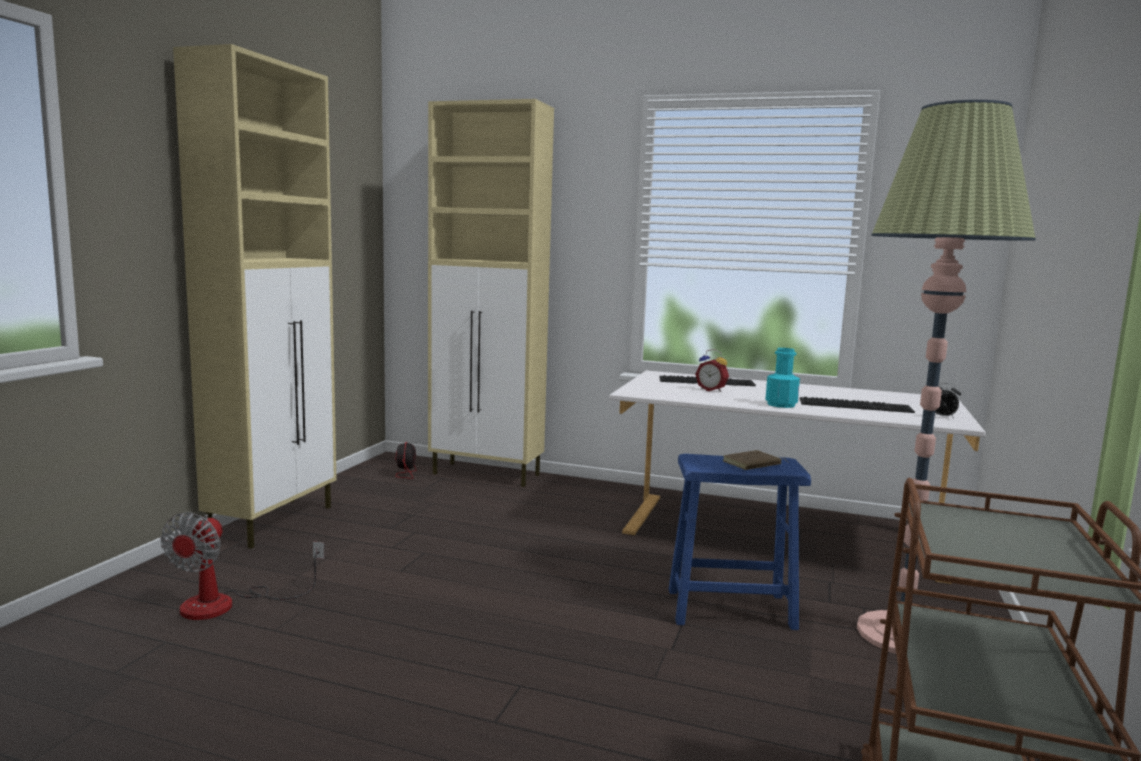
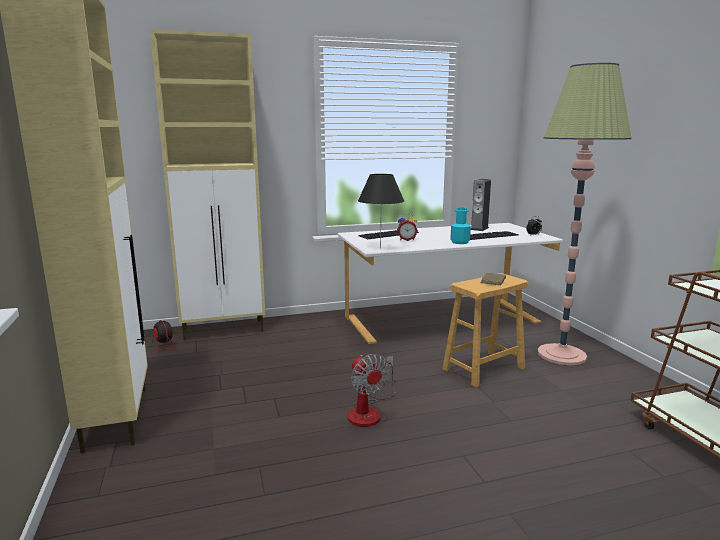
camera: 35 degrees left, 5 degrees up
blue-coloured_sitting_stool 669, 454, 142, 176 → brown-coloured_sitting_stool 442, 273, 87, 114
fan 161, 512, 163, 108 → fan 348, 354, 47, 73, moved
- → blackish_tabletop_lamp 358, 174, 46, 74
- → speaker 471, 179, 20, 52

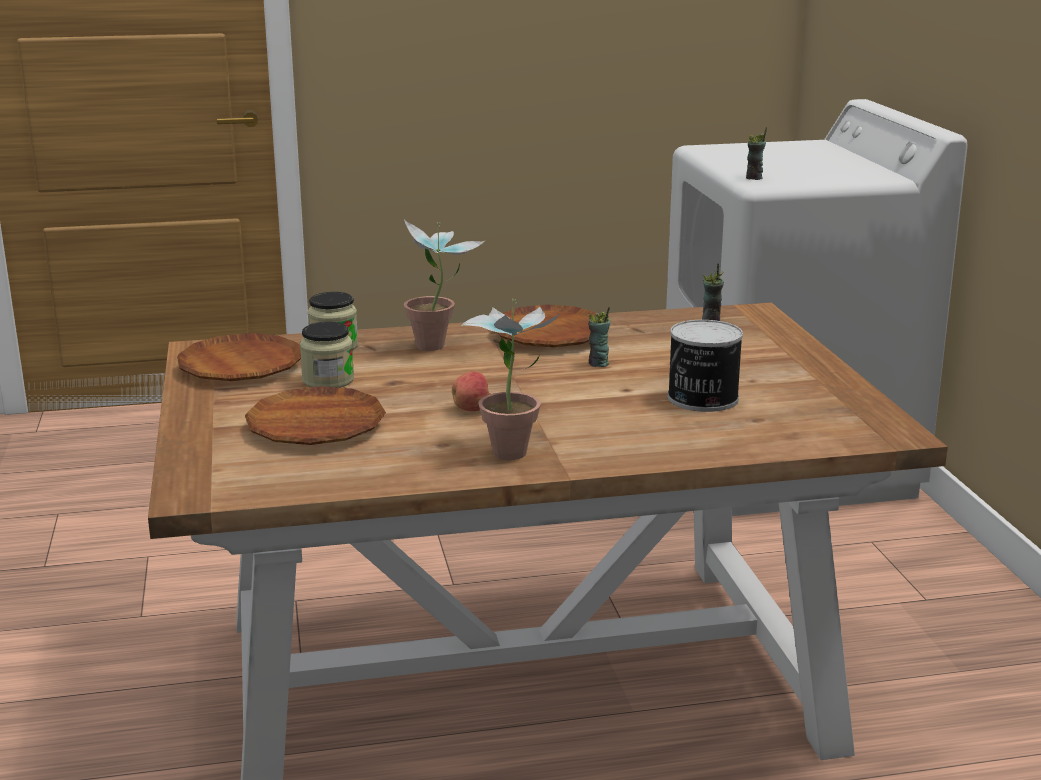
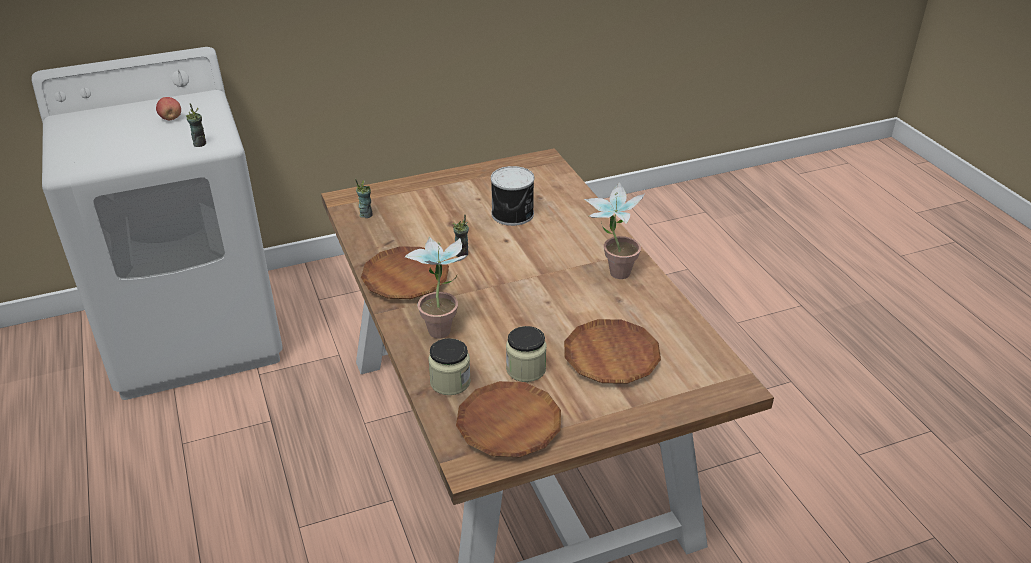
camera: 100 degrees left, 15 degrees up
apple 452, 372, 39, 39 → apple 156, 97, 25, 23, moved

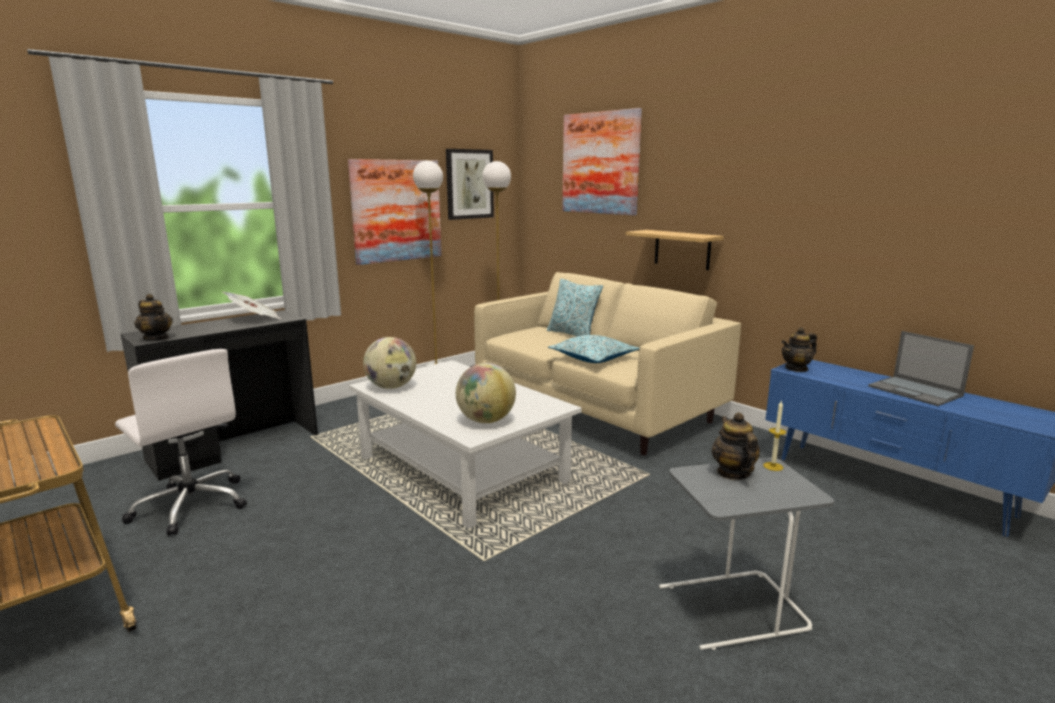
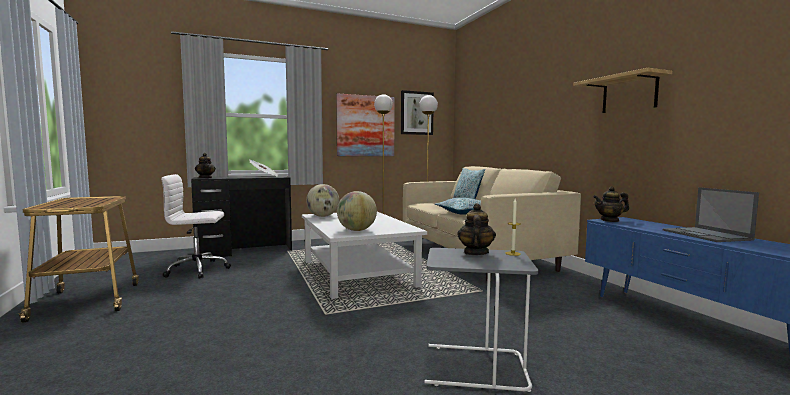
camera: 20 degrees right, 10 degrees down
wall_picture 562, 108, 80, 107 → -
shelf 626, 230, 98, 40 → shelf 573, 68, 99, 45, moved
whitish_desk_chair 115, 349, 132, 187 → whitish_desk_chair 161, 174, 70, 105, 105 degrees clockwise

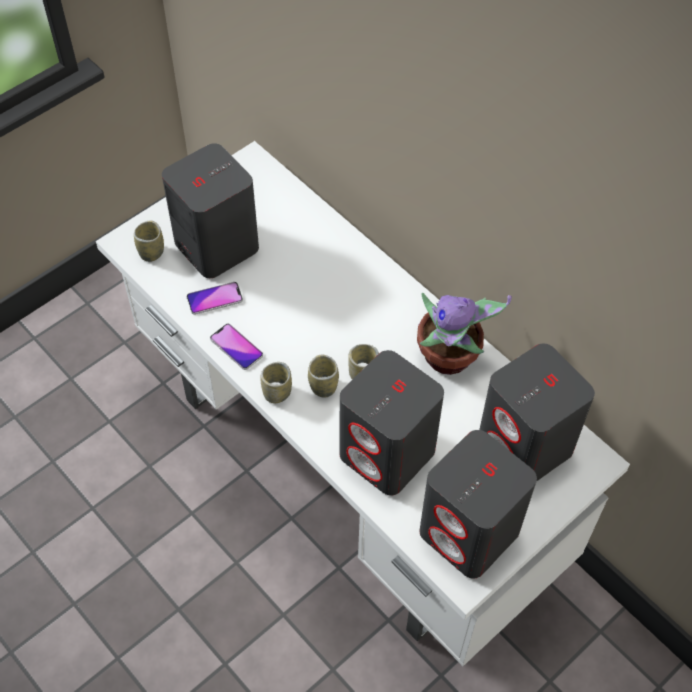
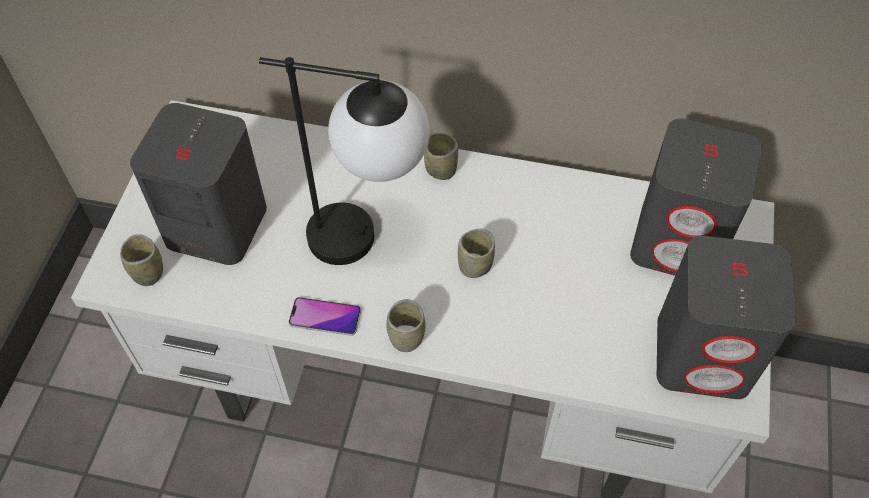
camera: 35 degrees left, 0 degrees up
handset 186, 282, 57, 33 → -
houseplant 417, 292, 94, 83 → -
grey_speaker 339, 350, 105, 146 → -
small_cup 308, 355, 31, 43 → small_cup 424, 132, 34, 48, moved
- → tabletop_lamp 259, 57, 171, 208

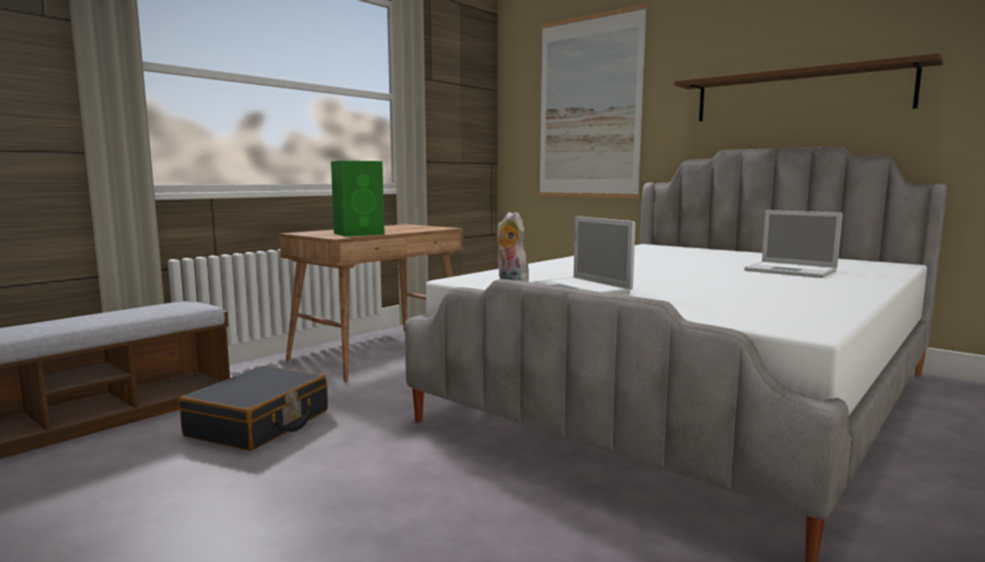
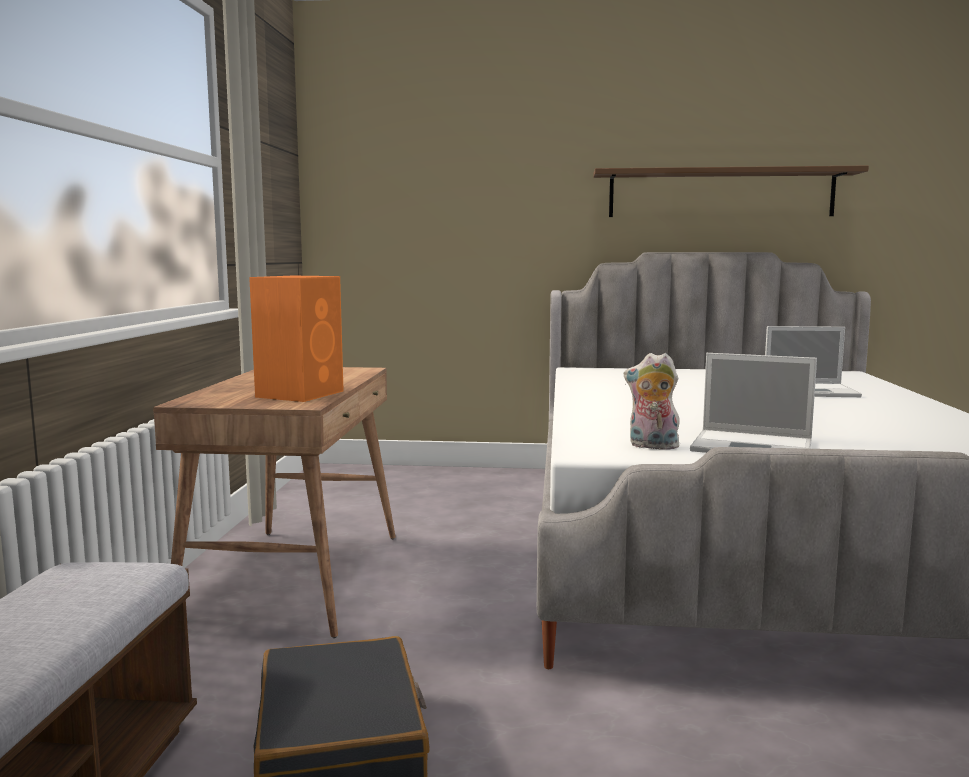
camera: 35 degrees left, 0 degrees up
wall_picture 539, 4, 108, 194 → -
green_speaker 331, 161, 54, 75 → orange-coloured_speaker 249, 276, 95, 126

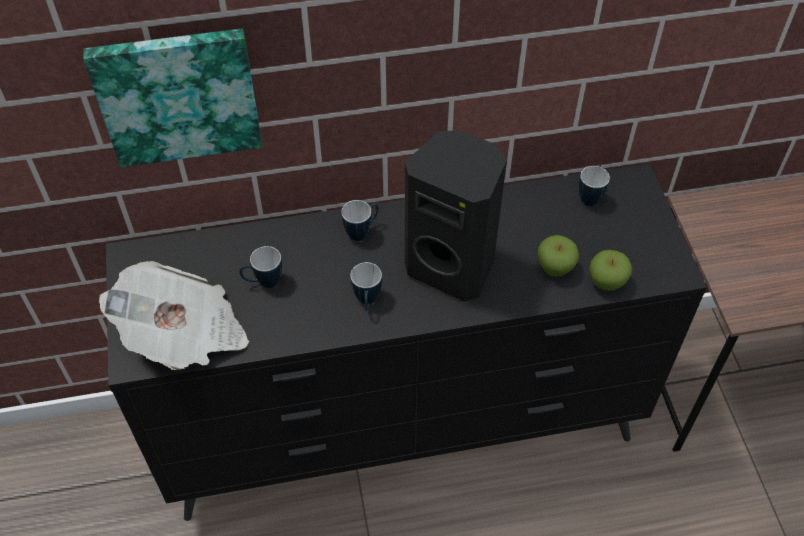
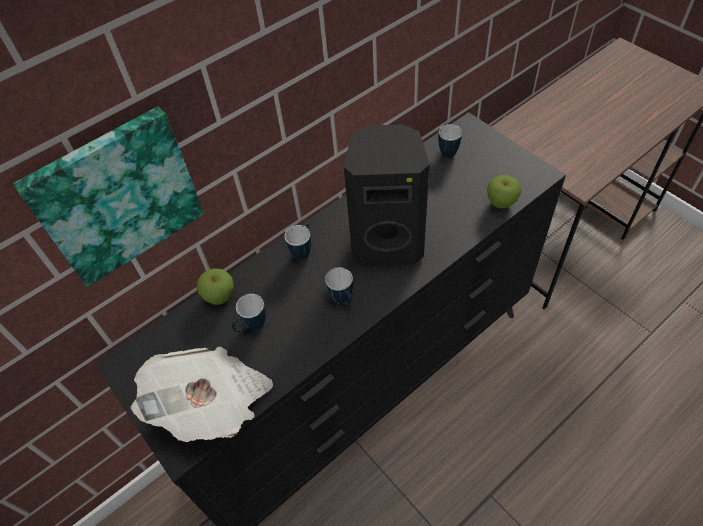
camera: 25 degrees left, 0 degrees up
apple 538, 235, 41, 42 → apple 197, 268, 36, 37, moved

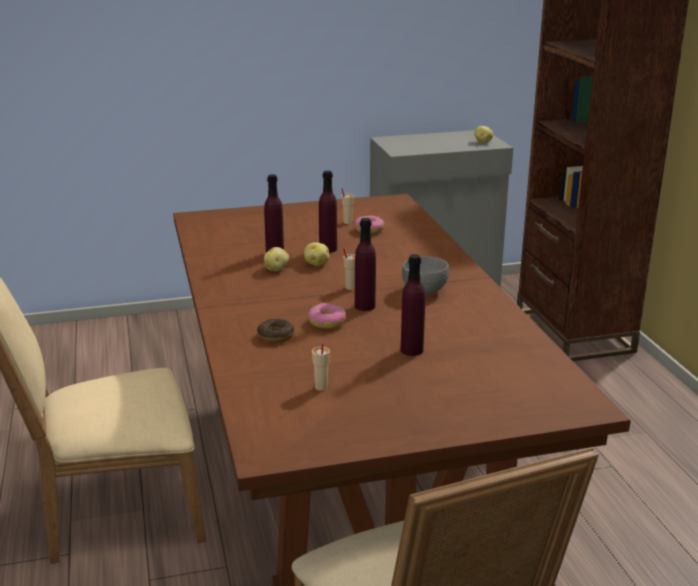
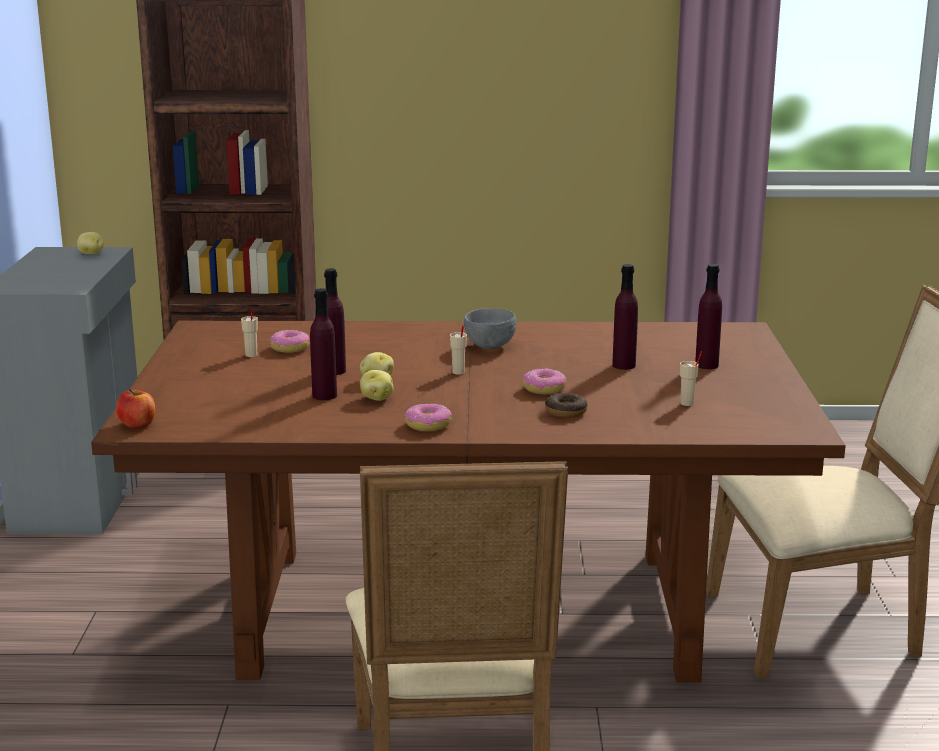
camera: 75 degrees left, 5 degrees down
purple-coloured_drink_bottle 355, 218, 21, 93 → purple-coloured_drink_bottle 695, 264, 27, 105, moved
- → apple 116, 389, 39, 39
- → doughnut 404, 404, 48, 27

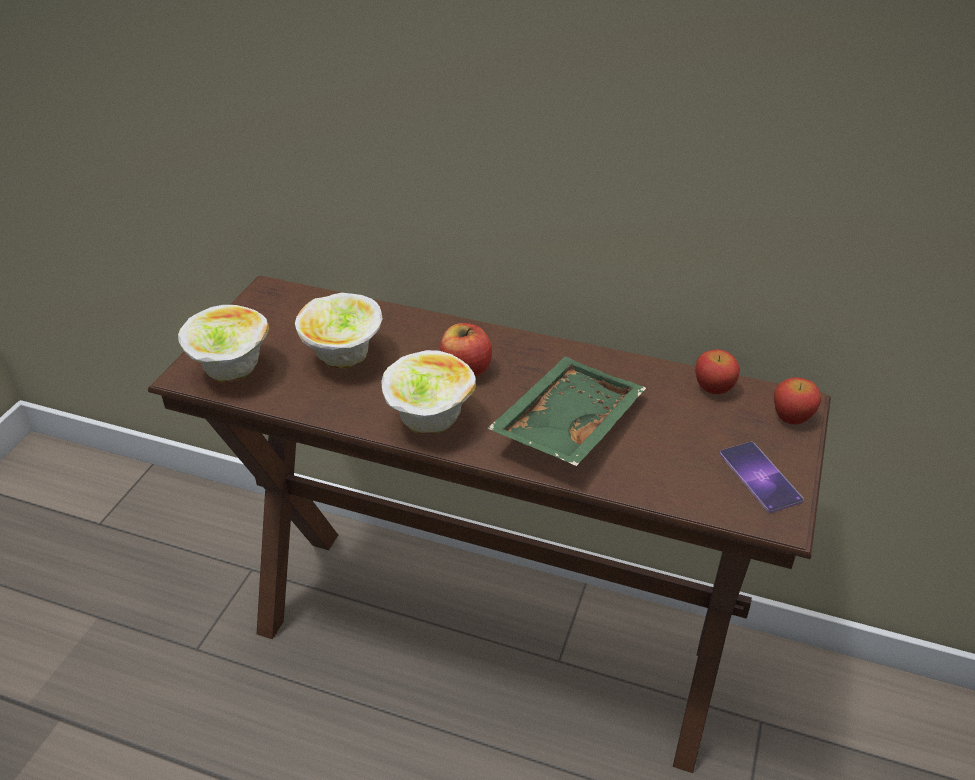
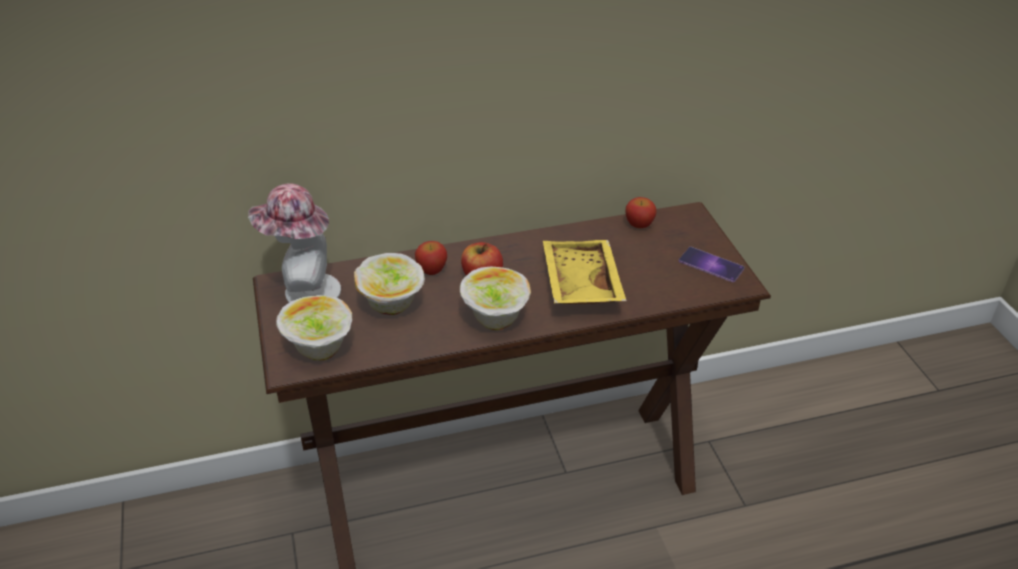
camera: 35 degrees left, 0 degrees up
green_tray 487, 356, 159, 110 → yellowish_tray 543, 240, 84, 64
apple 774, 377, 47, 47 → apple 415, 241, 32, 34, moved
- → hat 248, 184, 93, 118

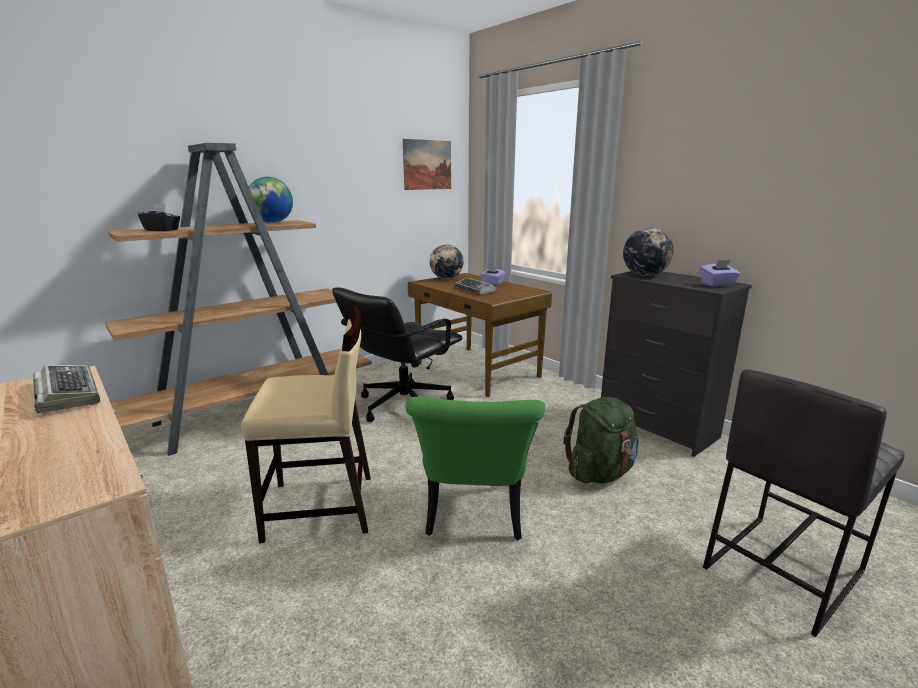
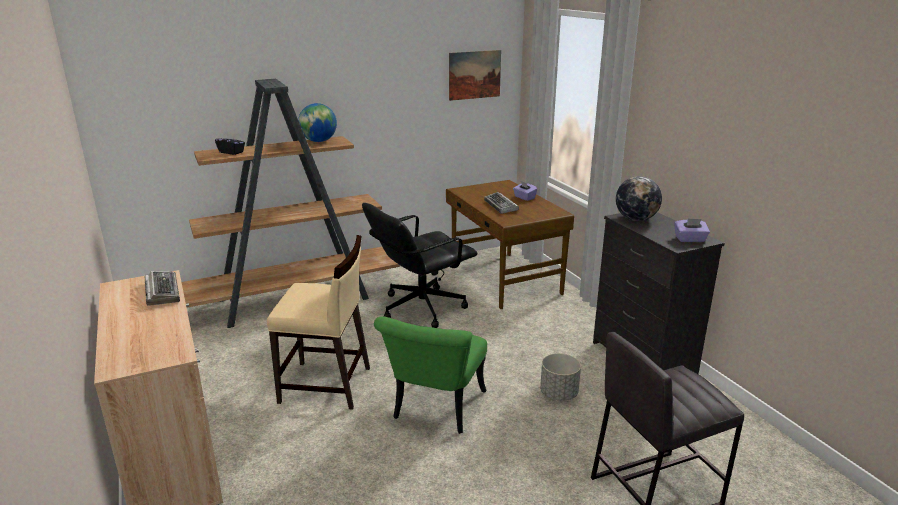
camera: 15 degrees right, 5 degrees up
desk_globe 430, 245, 33, 34 → -
green_backpack 563, 397, 76, 87 → grey_planter 540, 353, 41, 48

